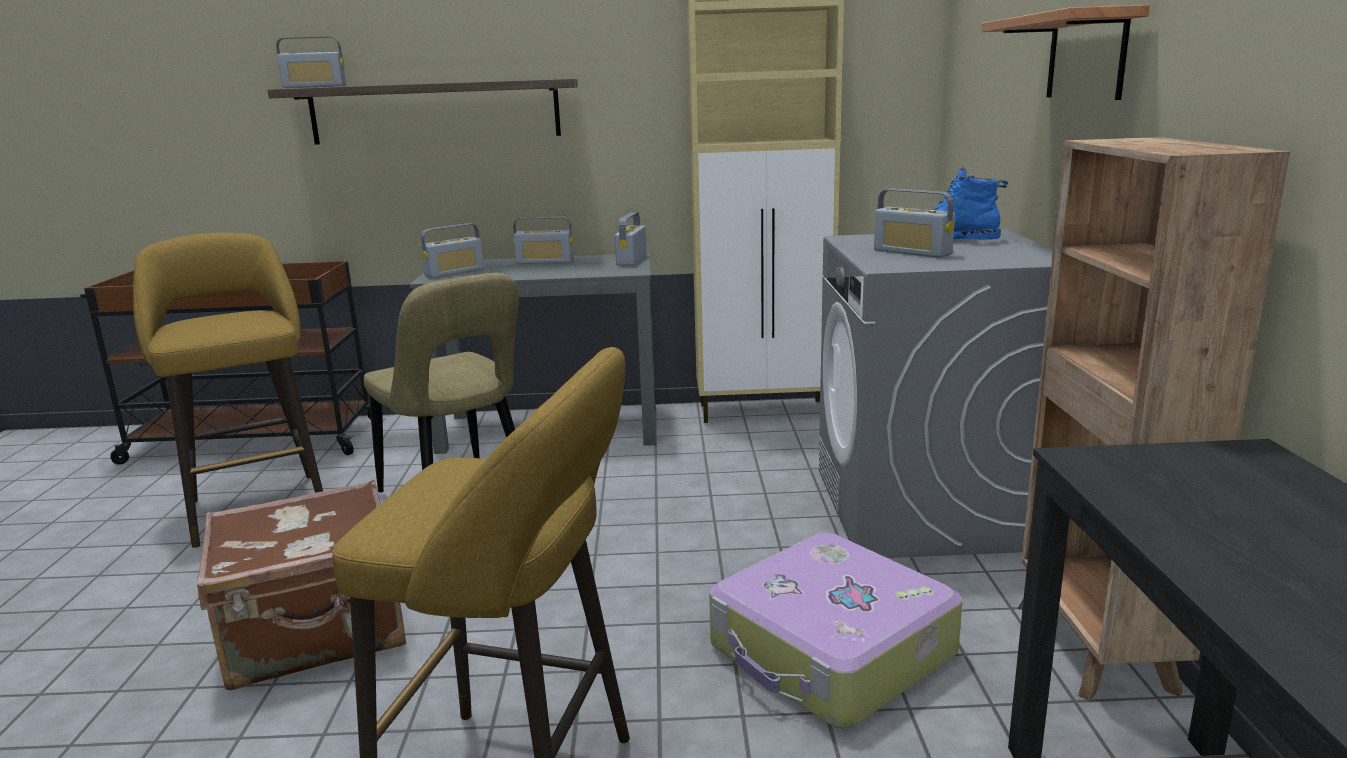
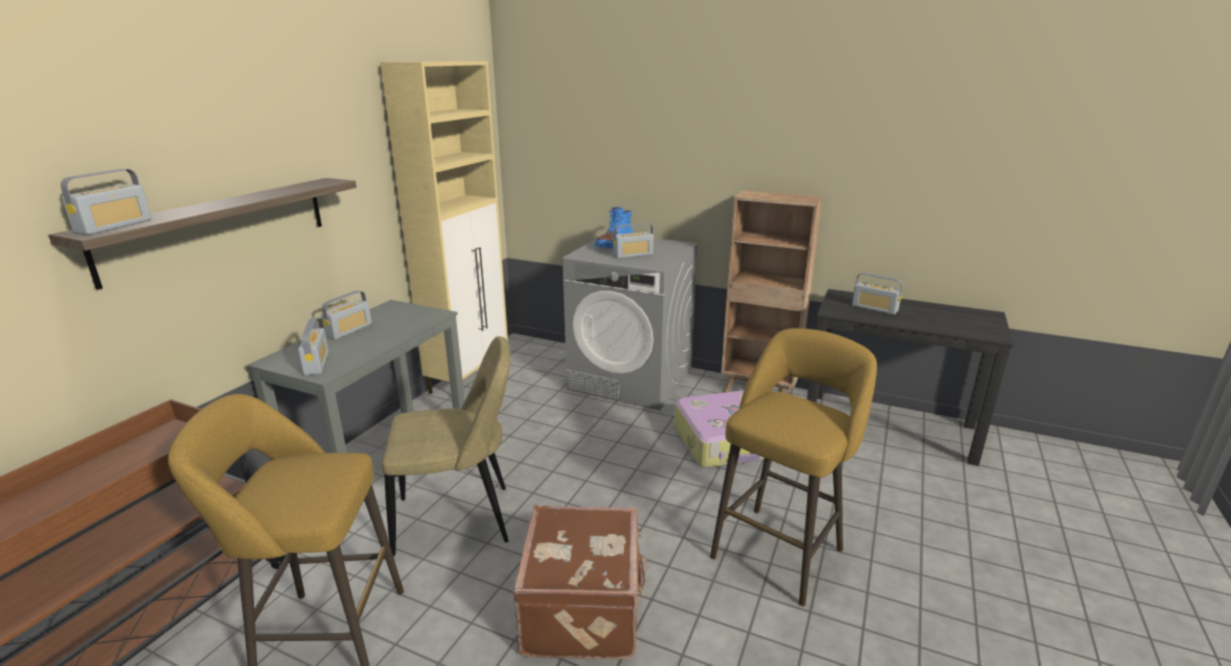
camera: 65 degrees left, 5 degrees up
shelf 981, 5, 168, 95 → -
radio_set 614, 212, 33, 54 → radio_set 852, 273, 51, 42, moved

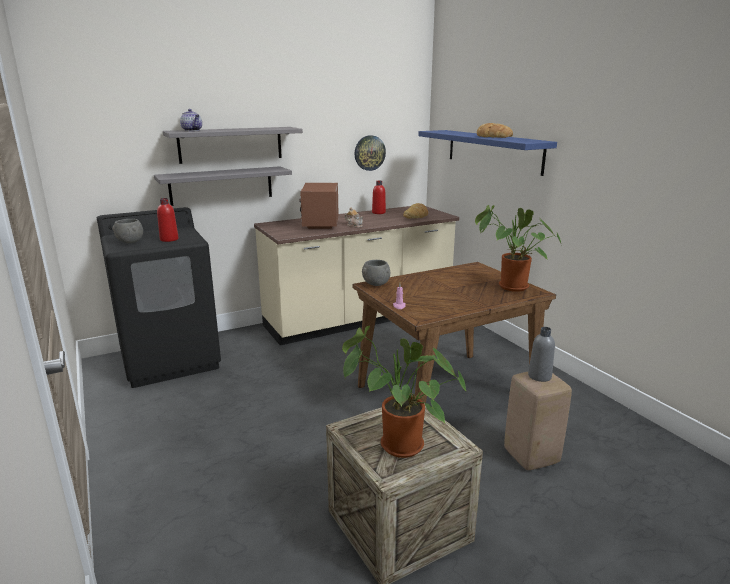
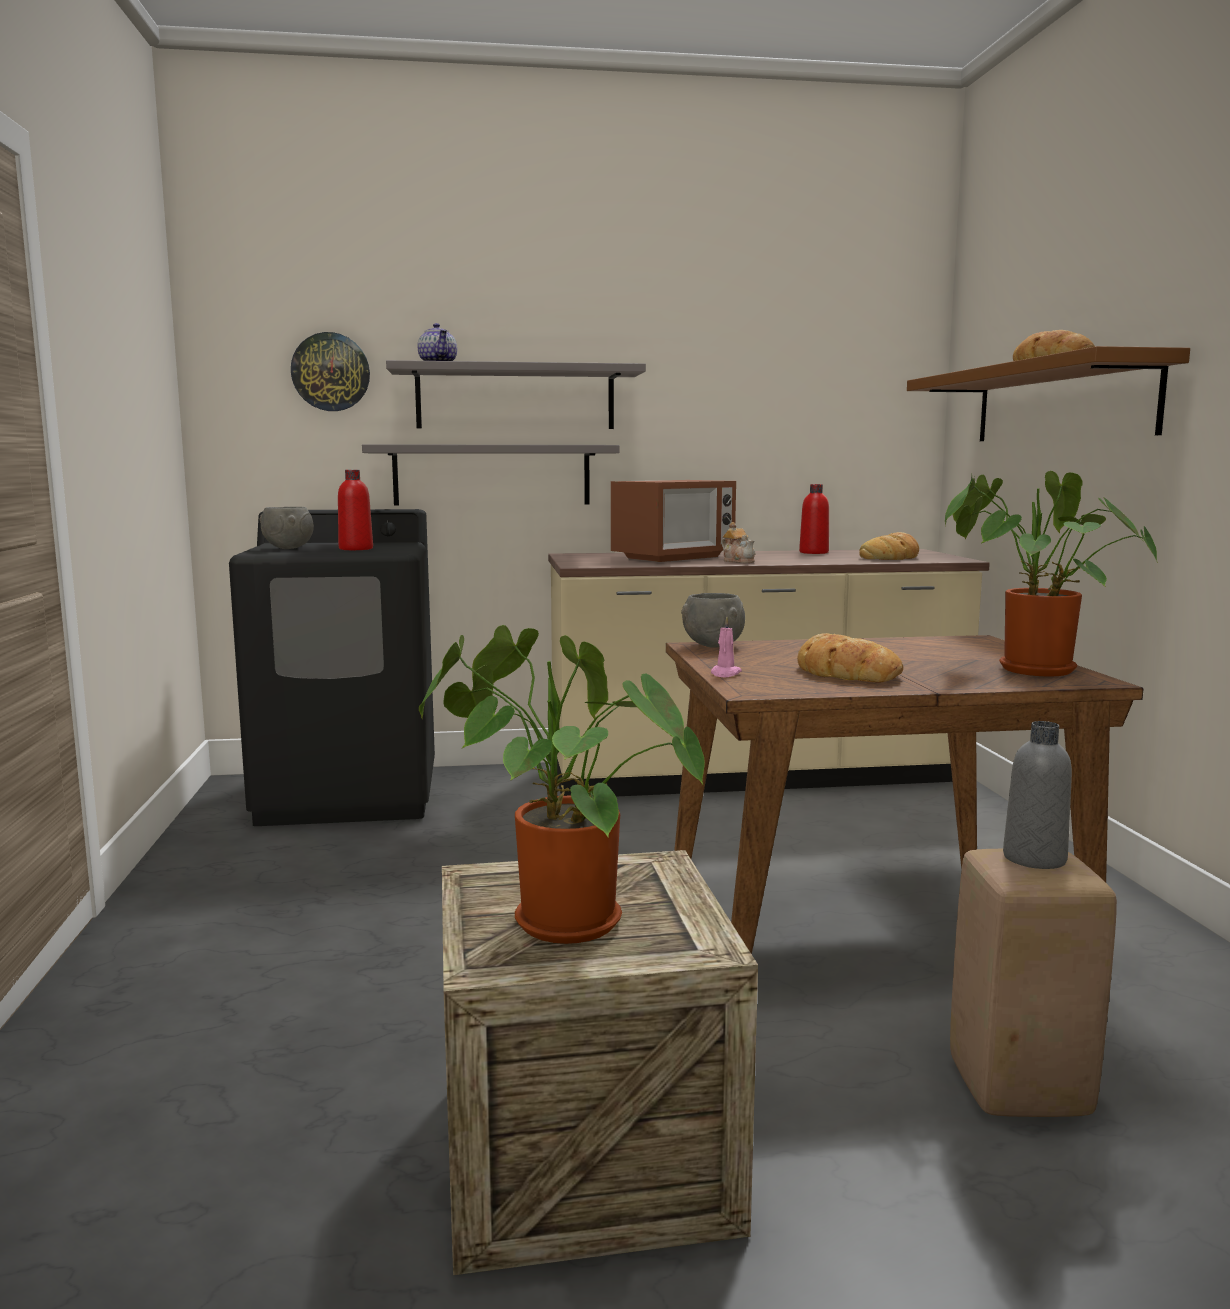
camera: 20 degrees right, 10 degrees down
blue-coloured_shelf 418, 130, 139, 46 → brown-coloured_shelf 907, 346, 283, 95
wall_clock 355, 135, 31, 36 → wall_clock 291, 332, 79, 79, moved
microwave_oven 299, 183, 39, 46 → microwave_oven 611, 480, 125, 82, 150 degrees counterclockwise
- → baked_bread 797, 633, 106, 50

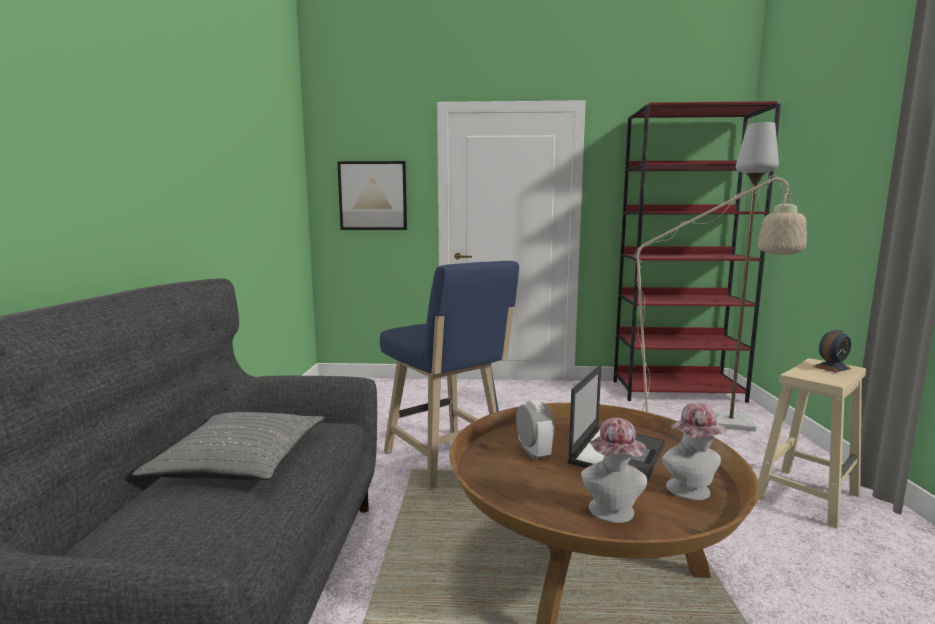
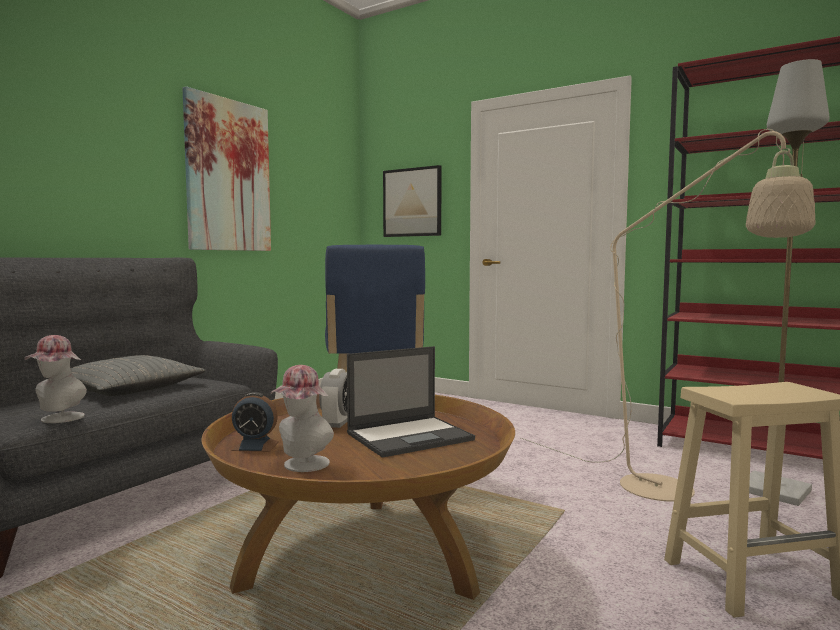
camera: 30 degrees right, 5 degrees down
bedside_clock 813, 330, 39, 42 → bedside_clock 231, 392, 48, 60, moved
hat 662, 403, 65, 97 → hat 24, 335, 63, 88, moved
- → wall_picture 182, 86, 89, 165

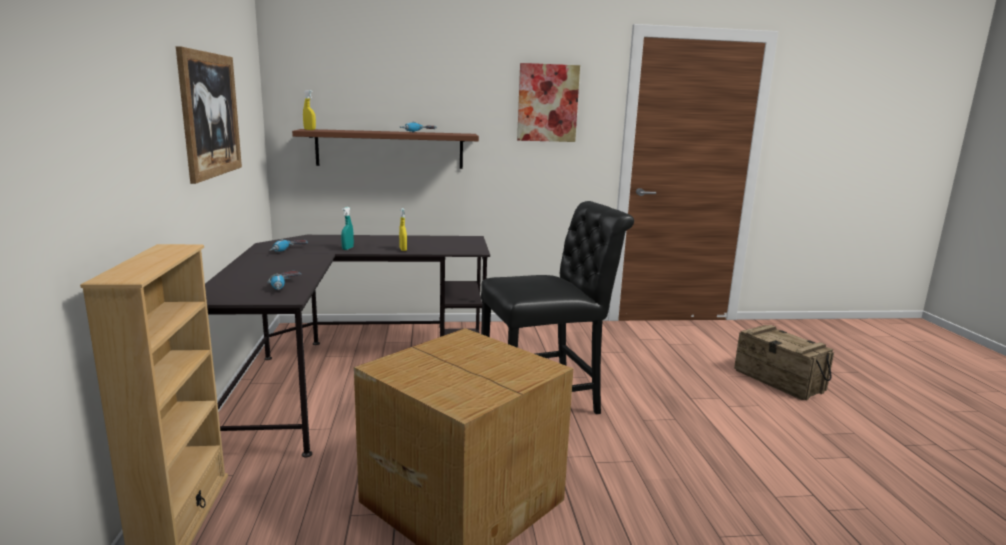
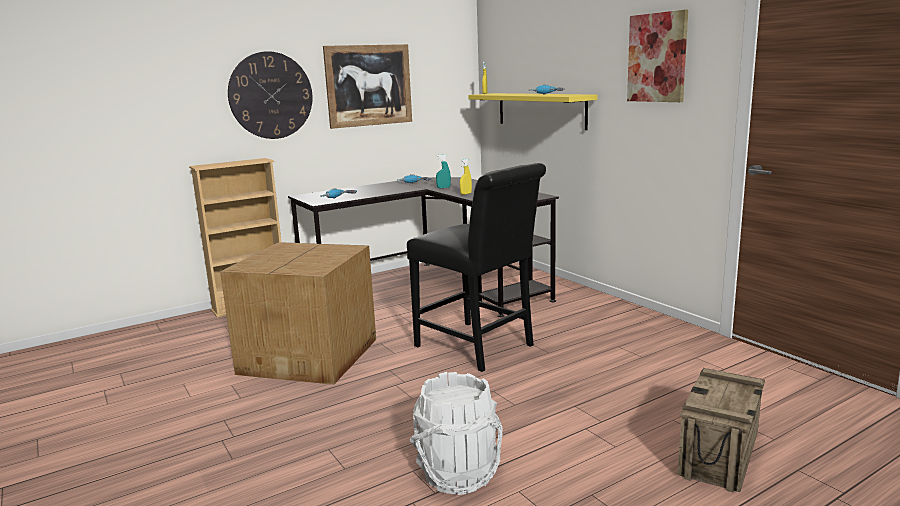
camera: 65 degrees right, 0 degrees up
brown-coloured_shelf 292, 129, 187, 40 → yellowish_shelf 468, 93, 129, 37
- → wall_clock 228, 51, 85, 88
- → whitish_water_bucket 410, 372, 93, 123

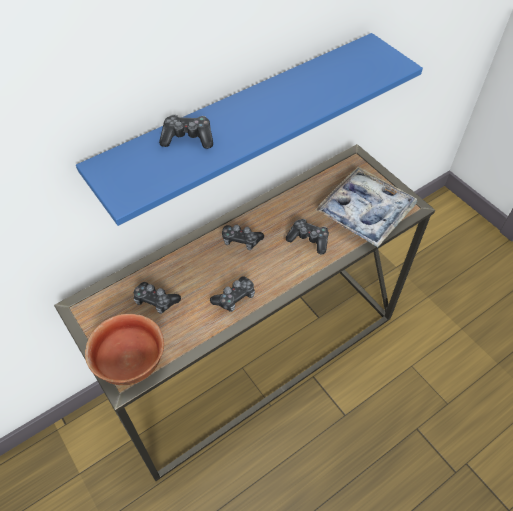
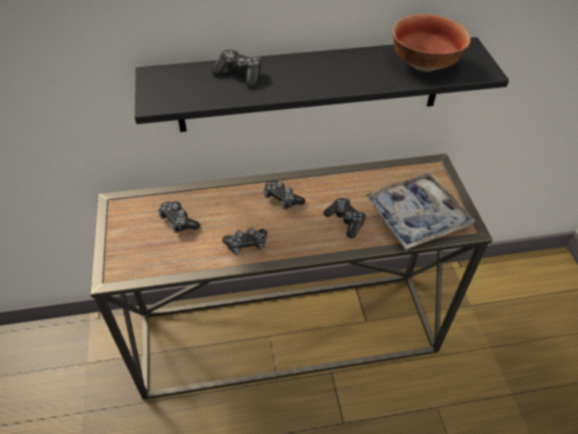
camera: 25 degrees right, 5 degrees down
blue-coloured_shelf 76, 33, 347, 193 → blackish_shelf 135, 37, 374, 95
serving_bowl 85, 314, 79, 72 → serving_bowl 392, 14, 79, 58, moved

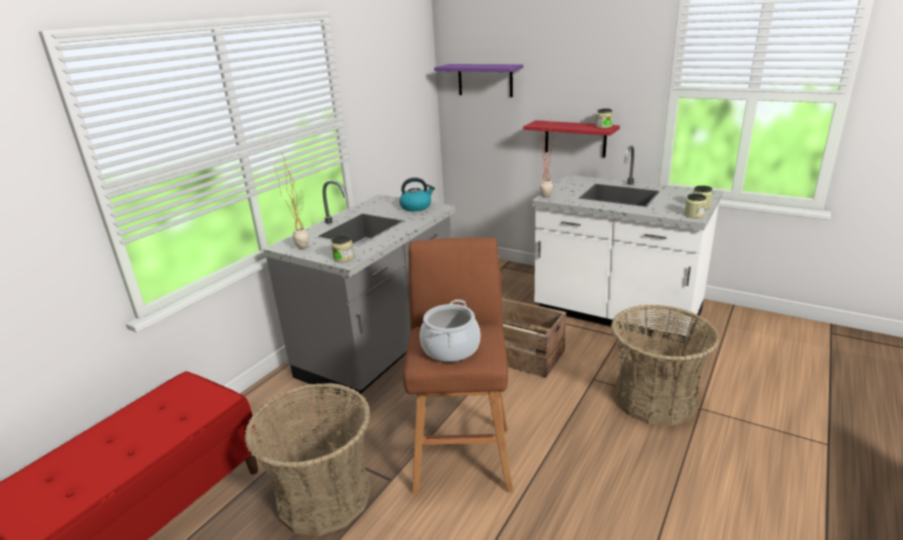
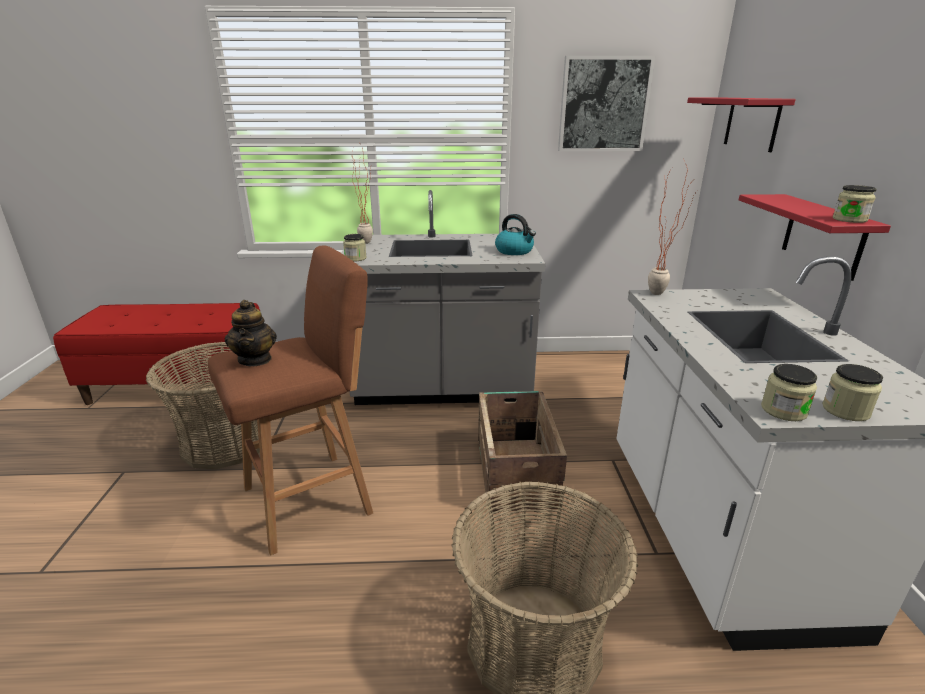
camera: 55 degrees right, 0 degrees up
purple-coloured_shelf 434, 64, 89, 33 → red_shelf 687, 98, 109, 54
cooking_pot 420, 300, 60, 62 → pot_for_tea 225, 300, 52, 66
- → wall_picture 558, 56, 97, 95

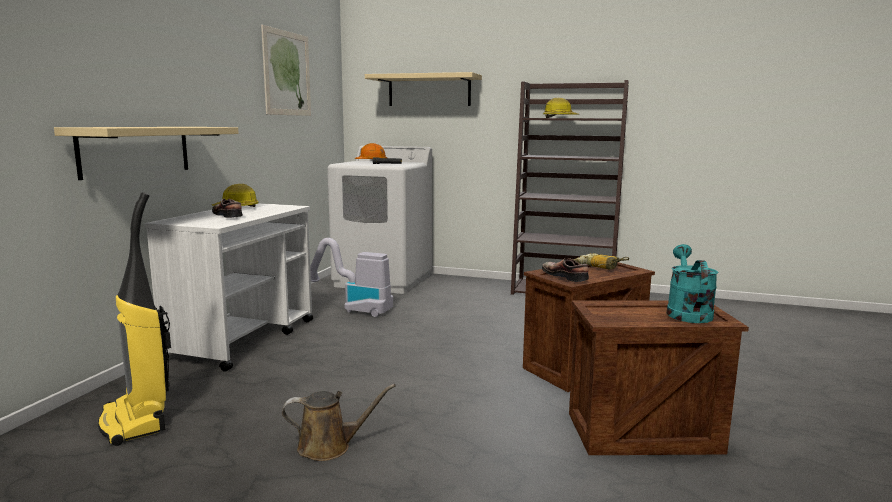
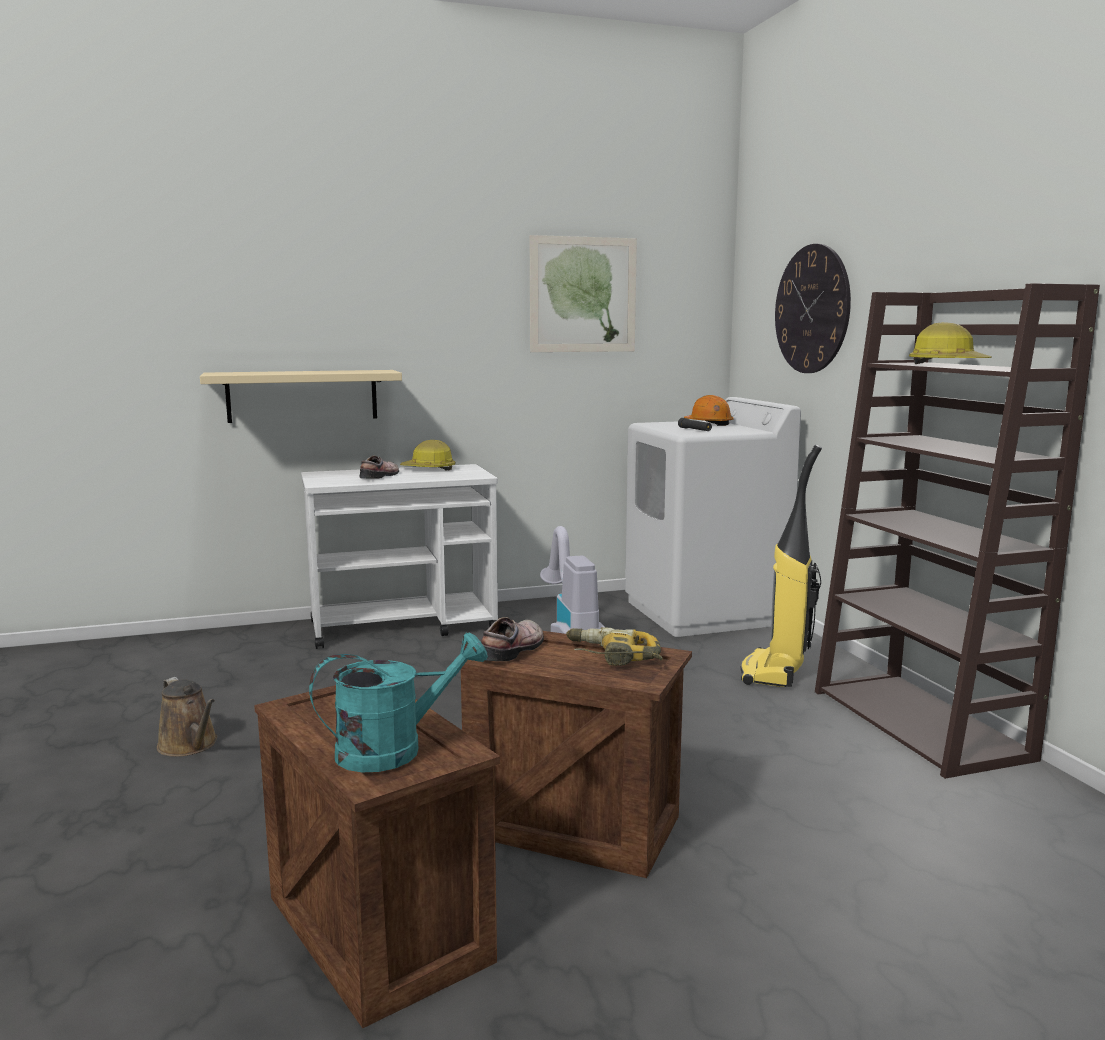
camera: 55 degrees right, 0 degrees up
sand-coloured_shelf 365, 72, 117, 34 → wall_clock 775, 244, 76, 129
vacuum_cleaner 98, 192, 73, 254 → vacuum_cleaner 740, 444, 82, 243, moved

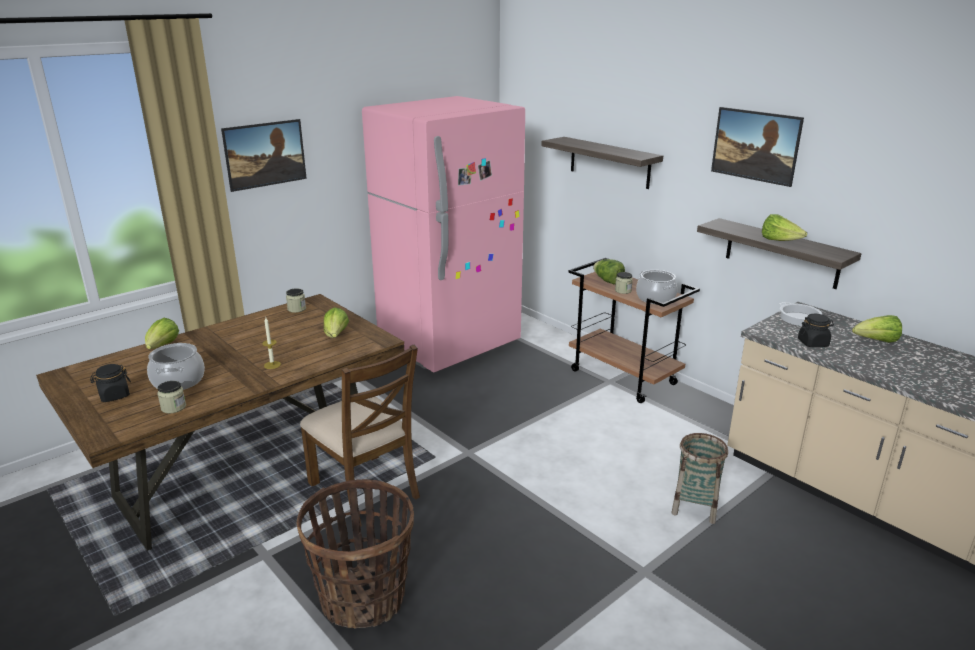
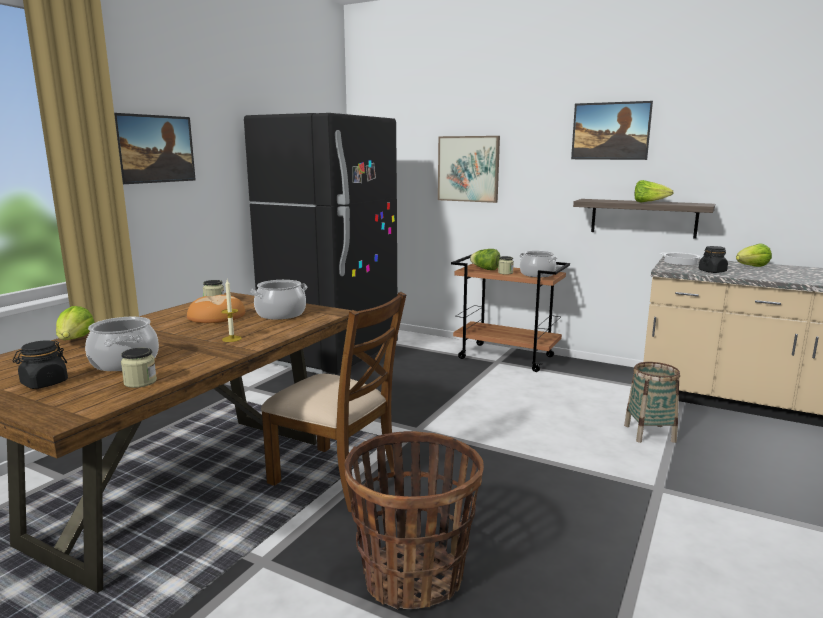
camera: 20 degrees left, 10 degrees down
pinkish_kitchen_fridge 362, 96, 163, 276 → blackish_kitchen_fridge 244, 113, 154, 261
shelf 541, 137, 122, 52 → wall_picture 438, 136, 62, 67
head_of_lettuce 324, 308, 25, 30 → cooking_pot 251, 280, 57, 40
- → baked_bread 187, 295, 58, 28

